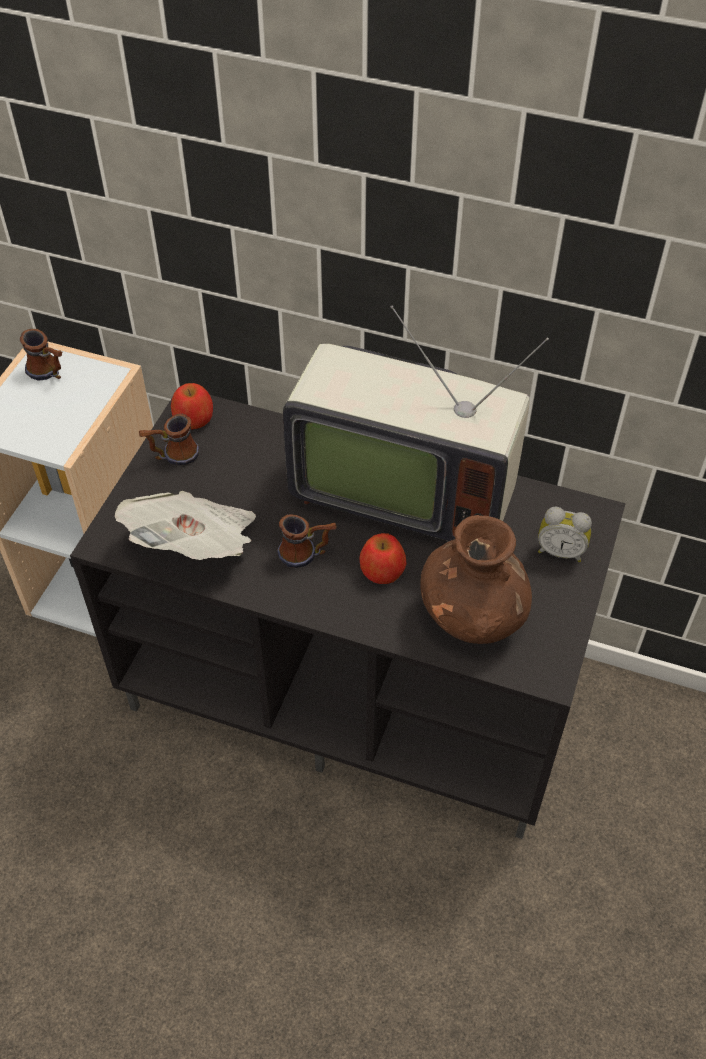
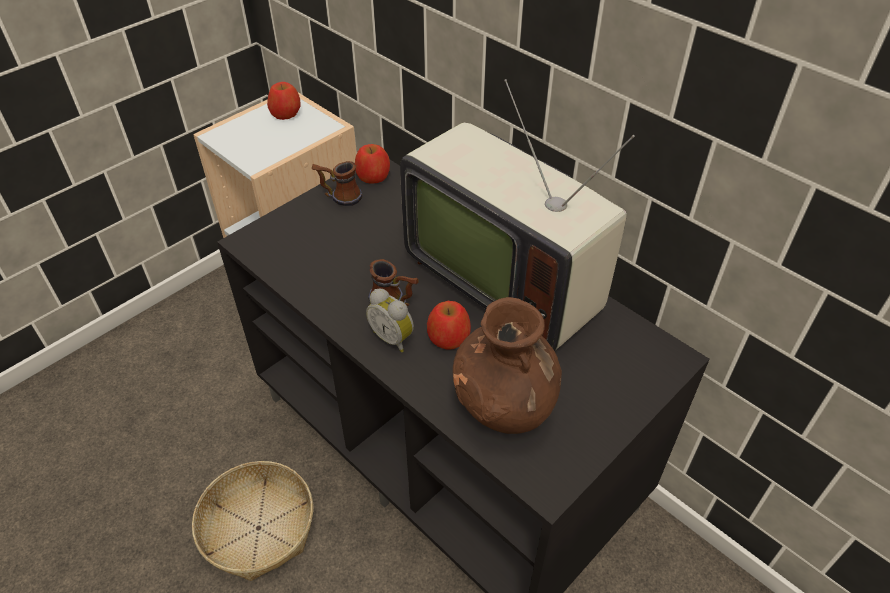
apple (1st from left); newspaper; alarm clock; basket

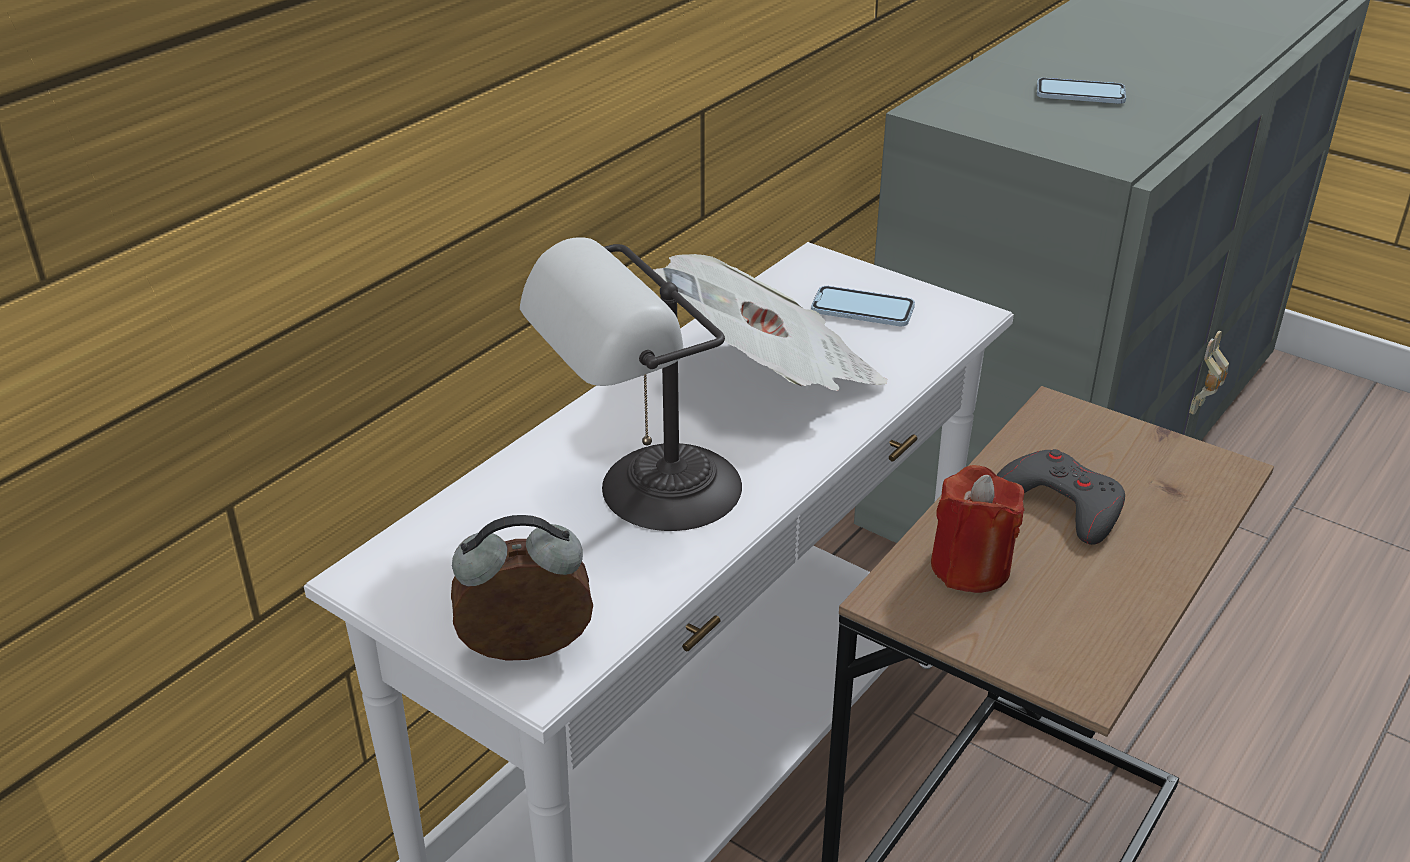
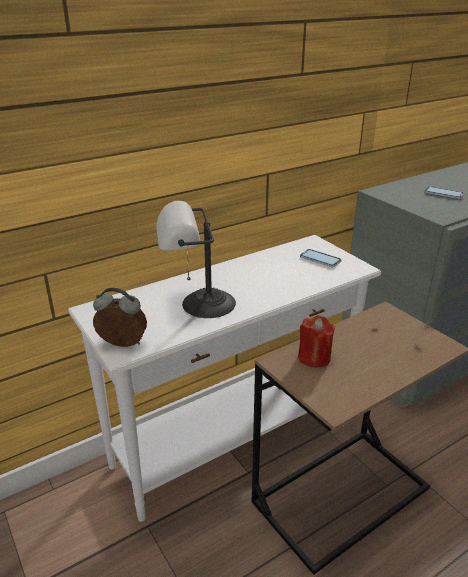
newspaper; grey game controller

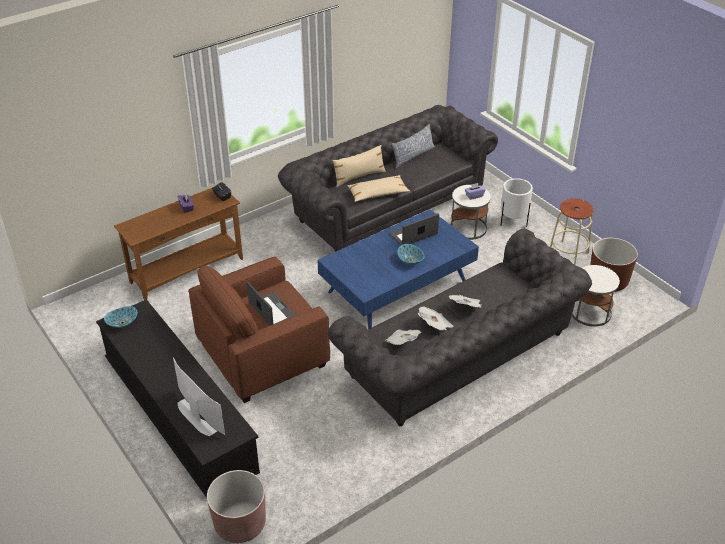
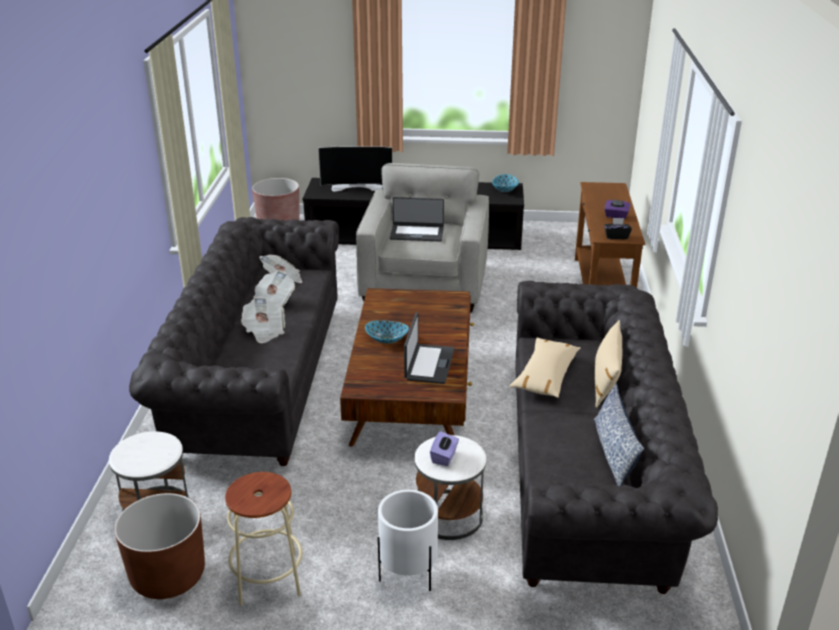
brown coffee table; grey armchair

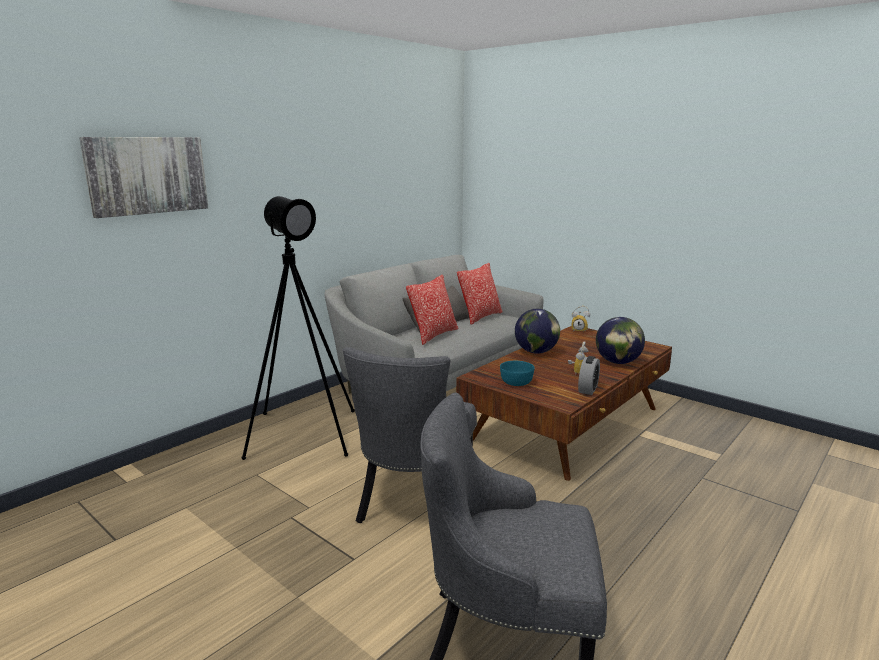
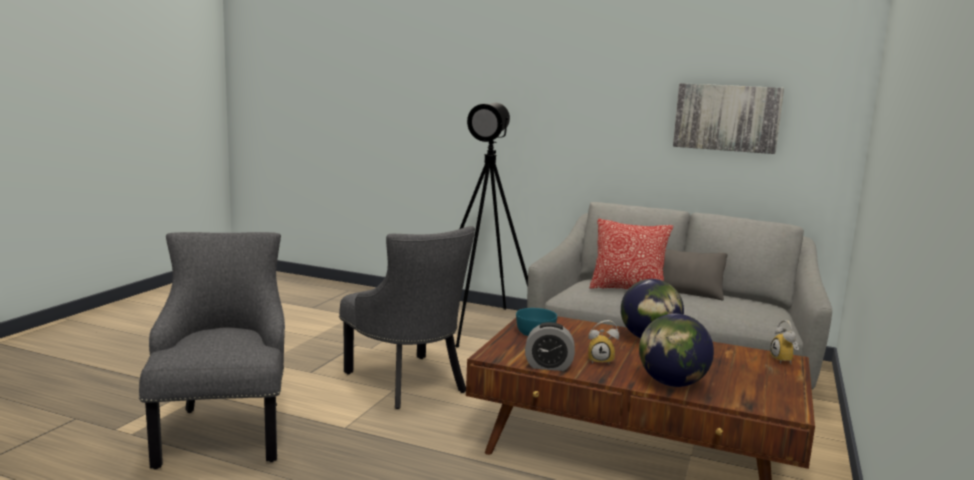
picture; pillow (2nd from left in the first image); grey armchair (2nd from left)

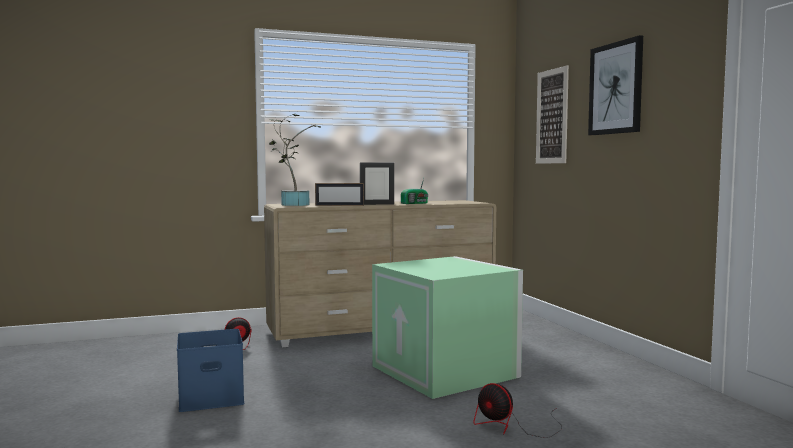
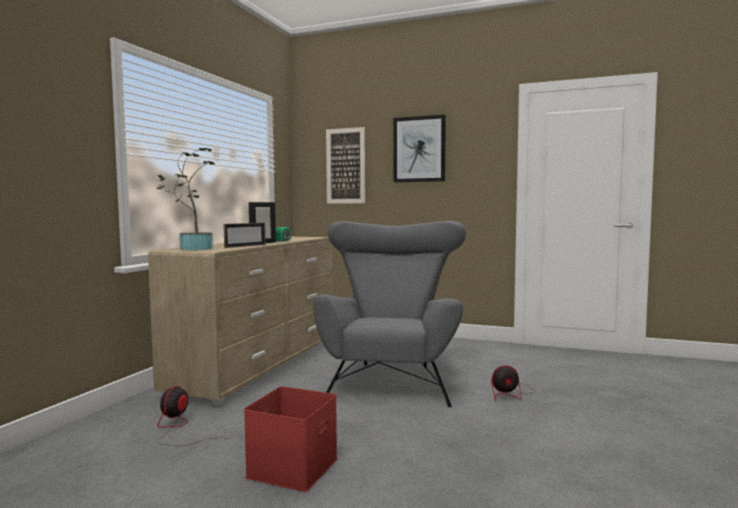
grey armchair; red storage box

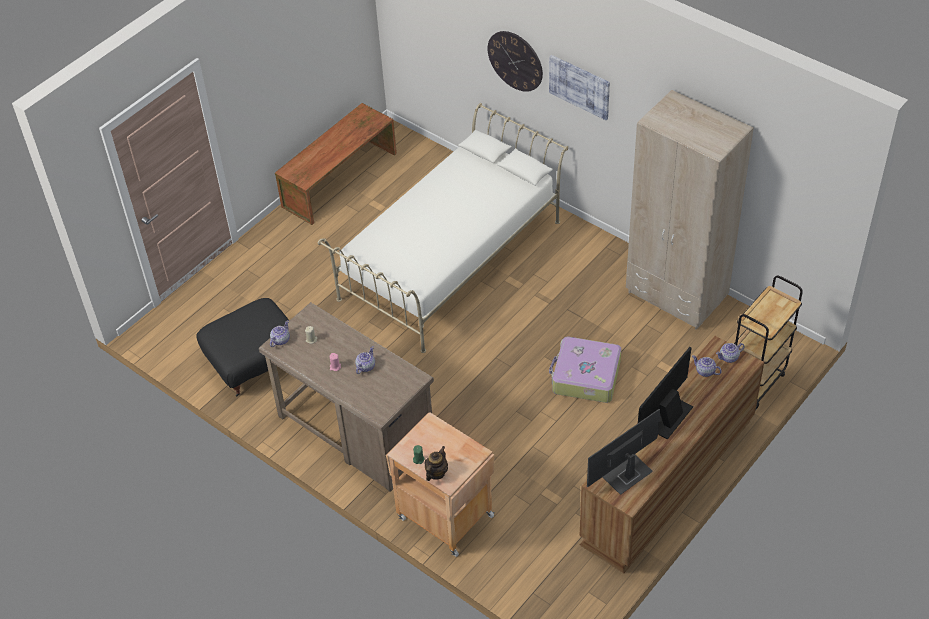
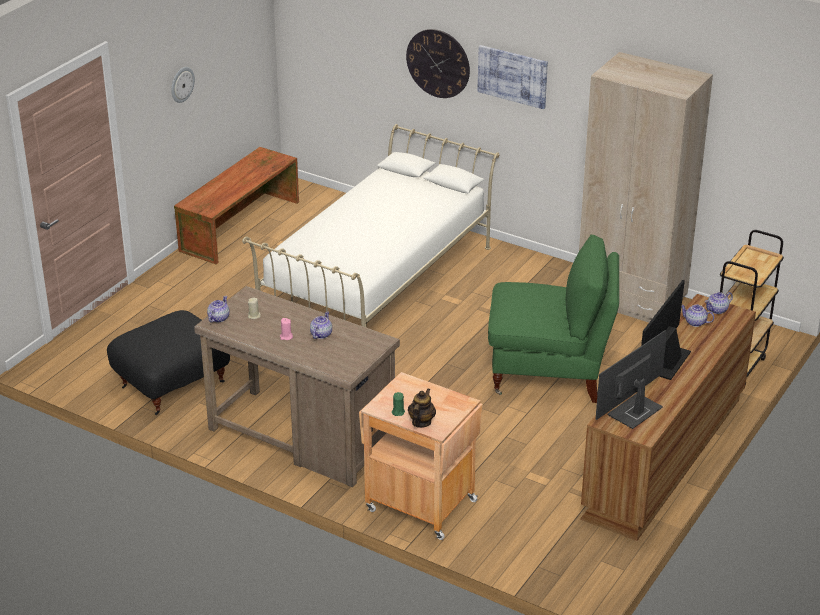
green armchair; wall clock (1st from left)

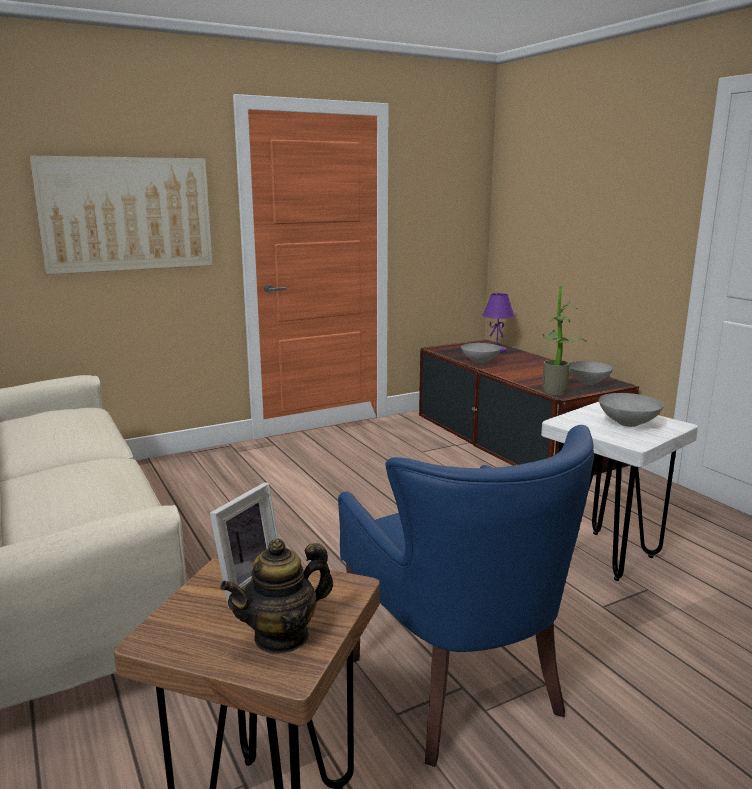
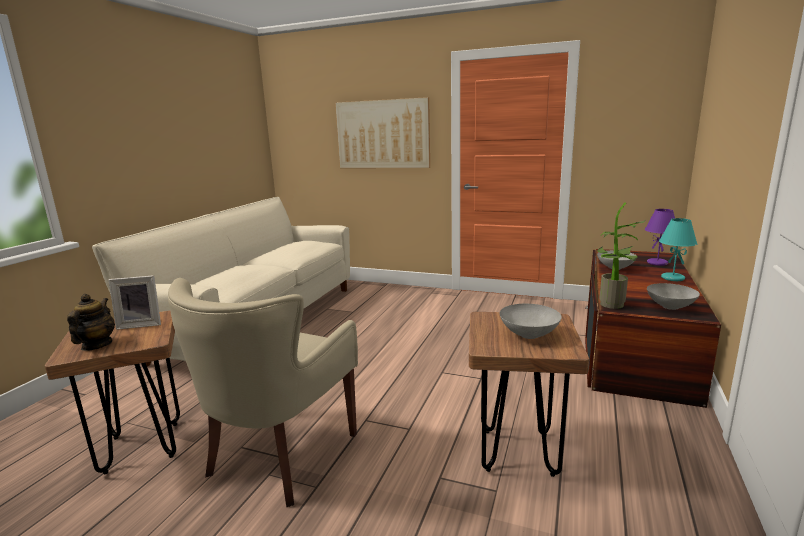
brown stool (2nd from left); beige armchair; teapot; turquoise table lamp

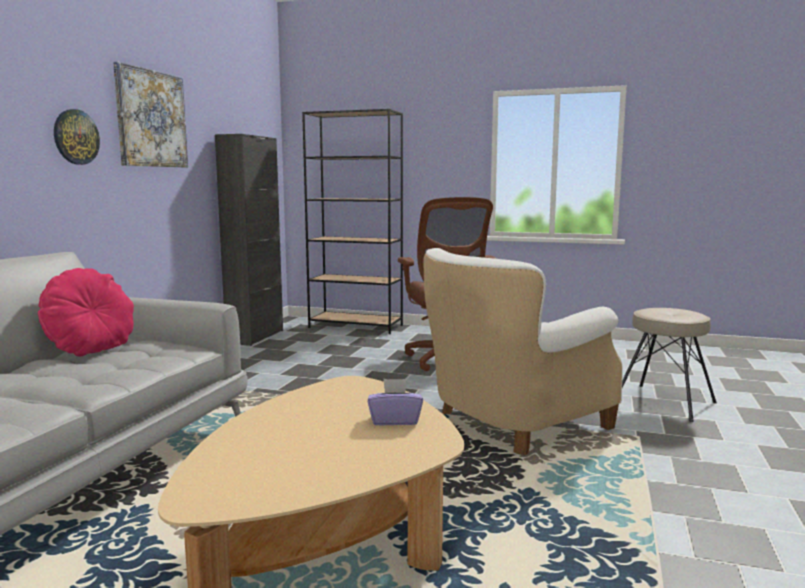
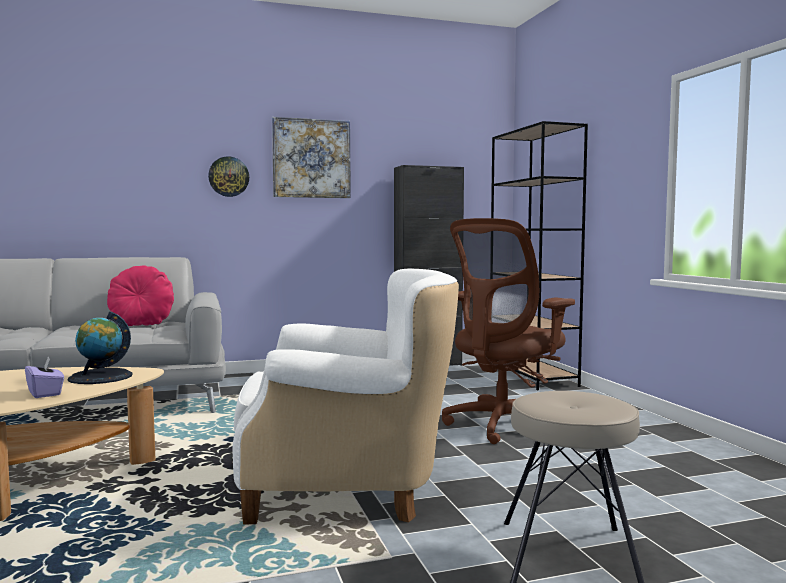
white armchair; globe

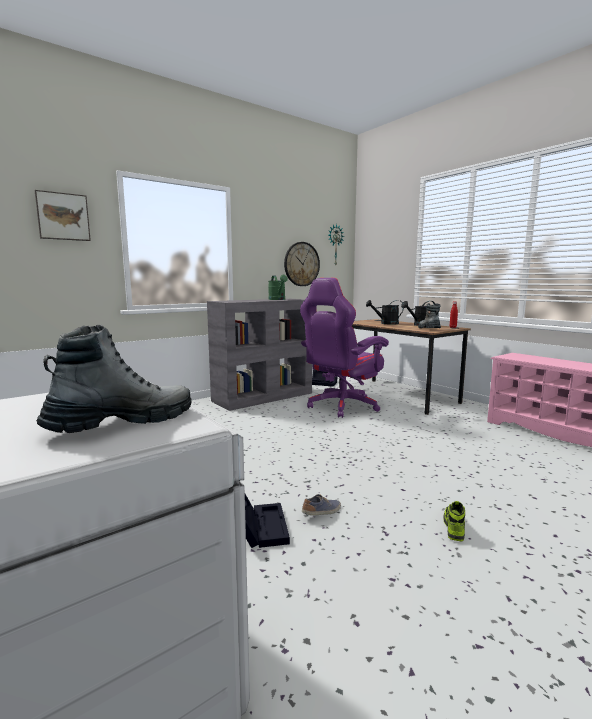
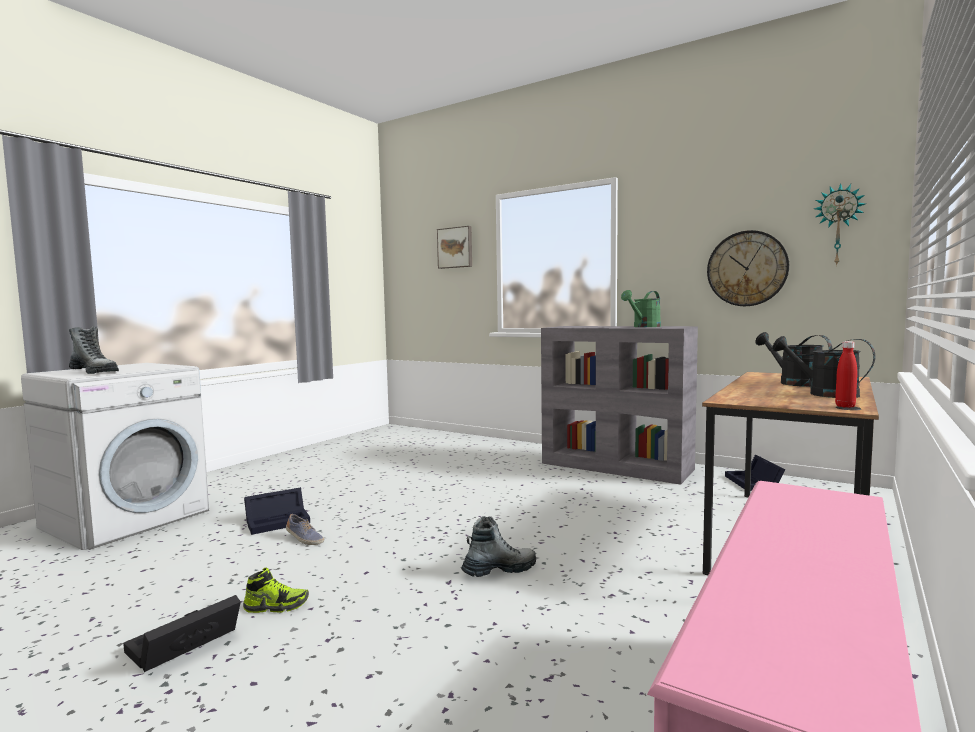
purple office chair; boot (2nd from left); black storage box (1st from left)

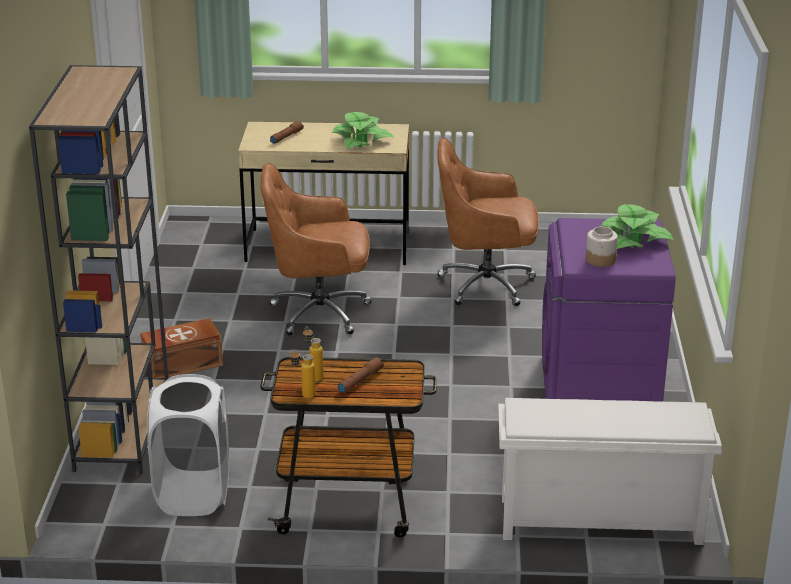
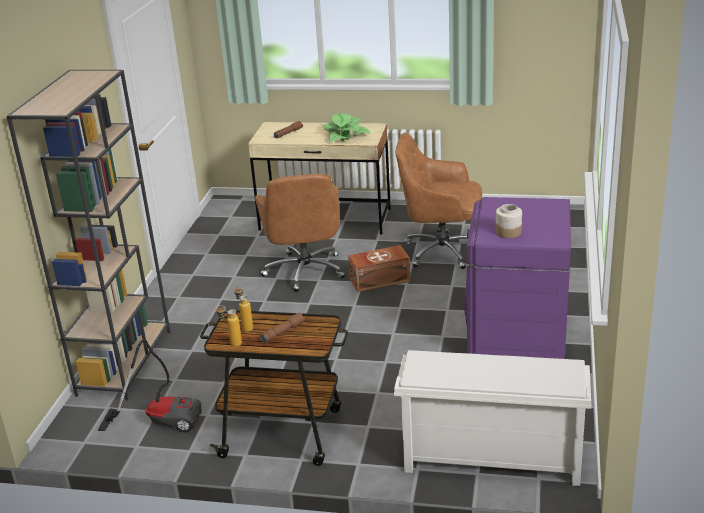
brown office chair (1st from left); potted plant (2nd from left in the first image); brown storage box; vacuum cleaner

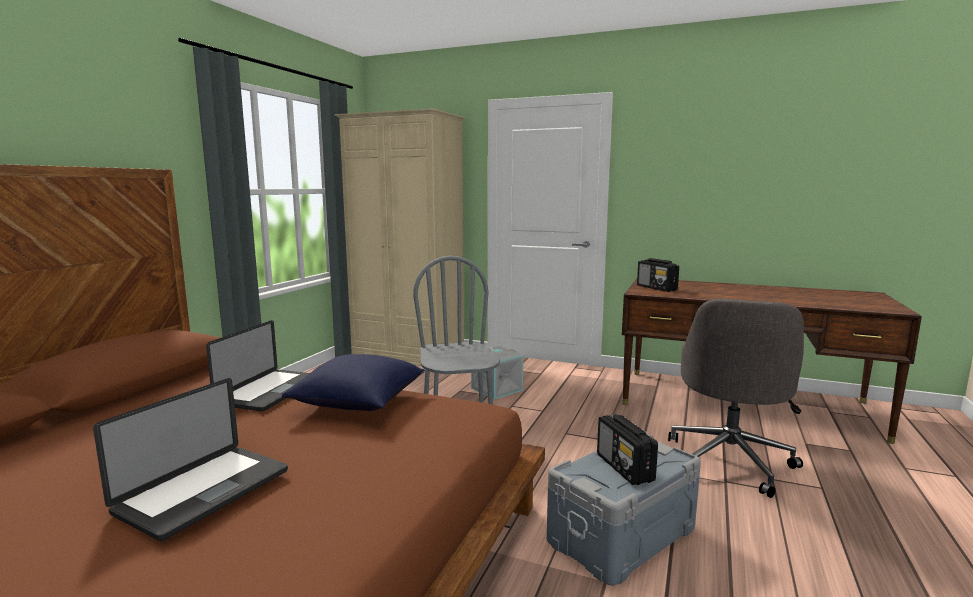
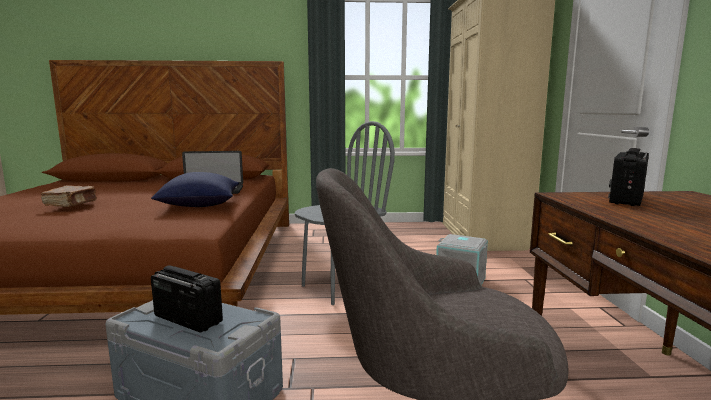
brown book; radio (1st from left)

